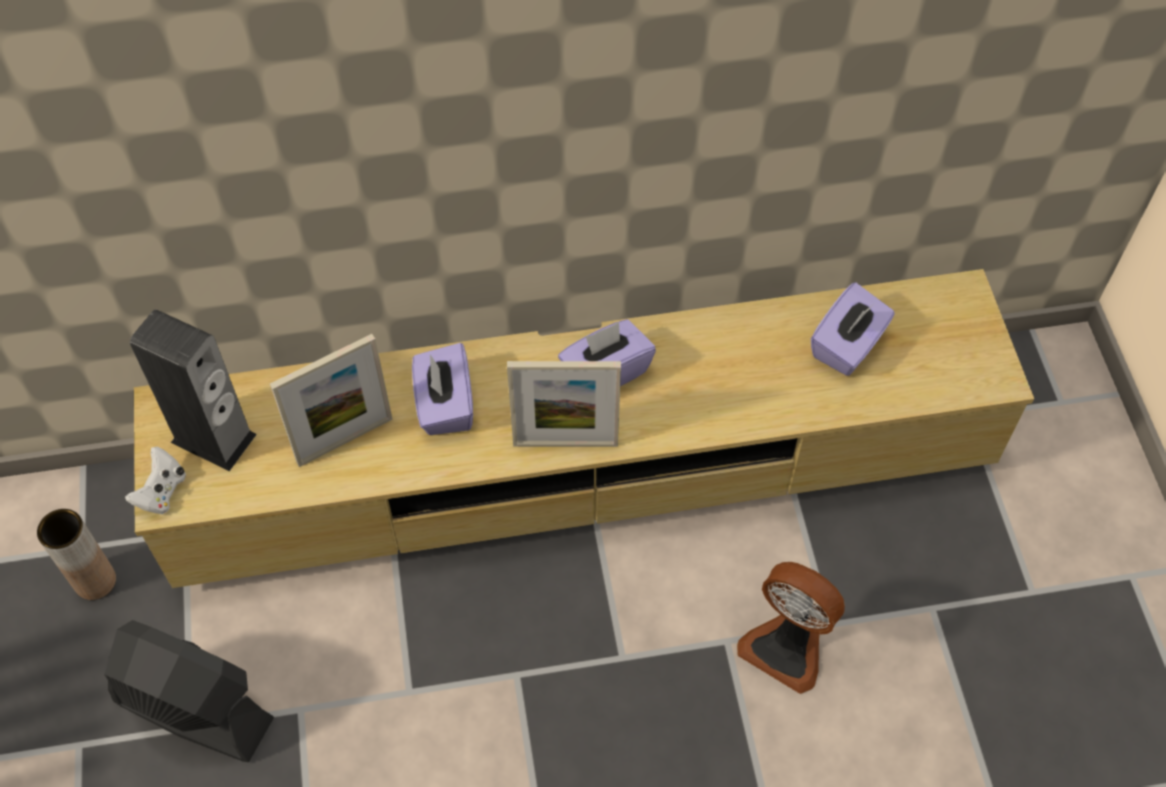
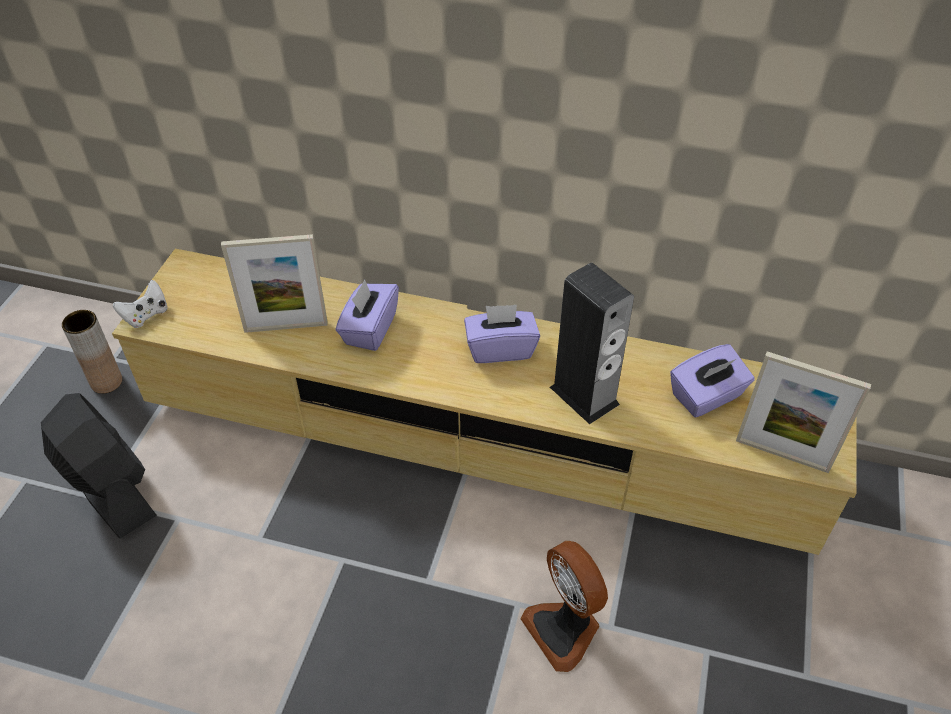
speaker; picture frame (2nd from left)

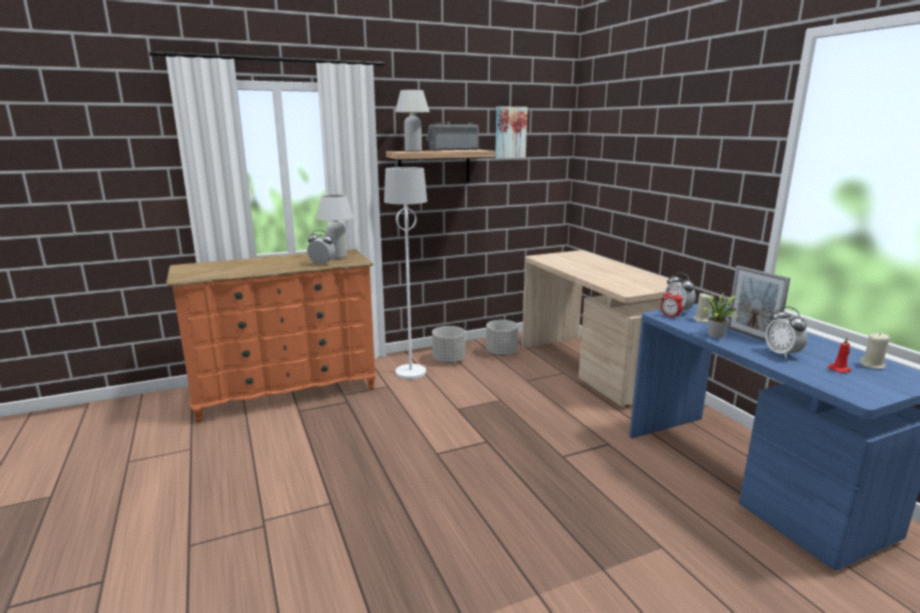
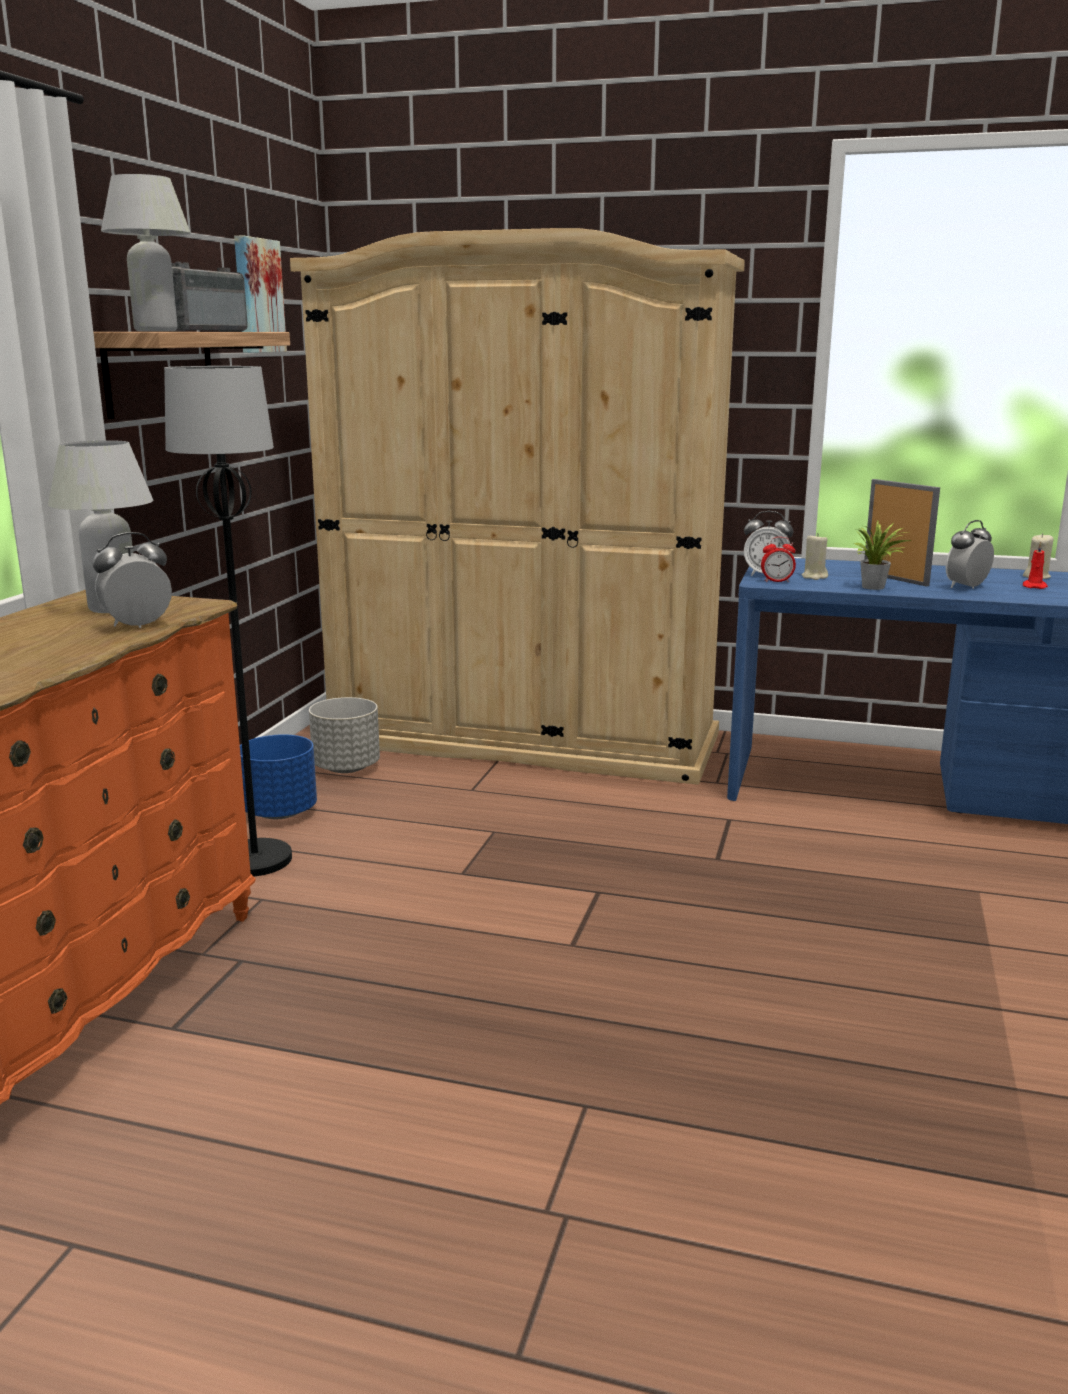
black floor lamp; beige wardrobe; picture frame; alarm clock (4th from left); blue planter

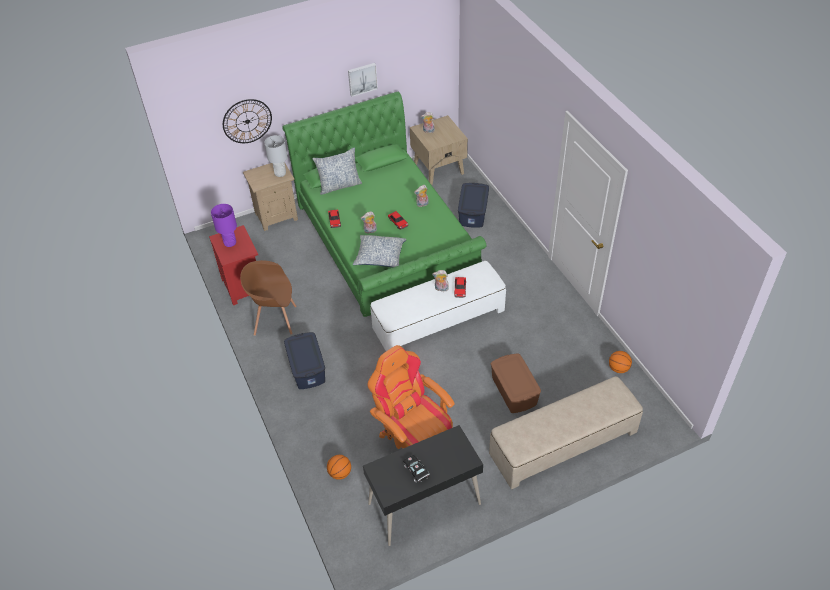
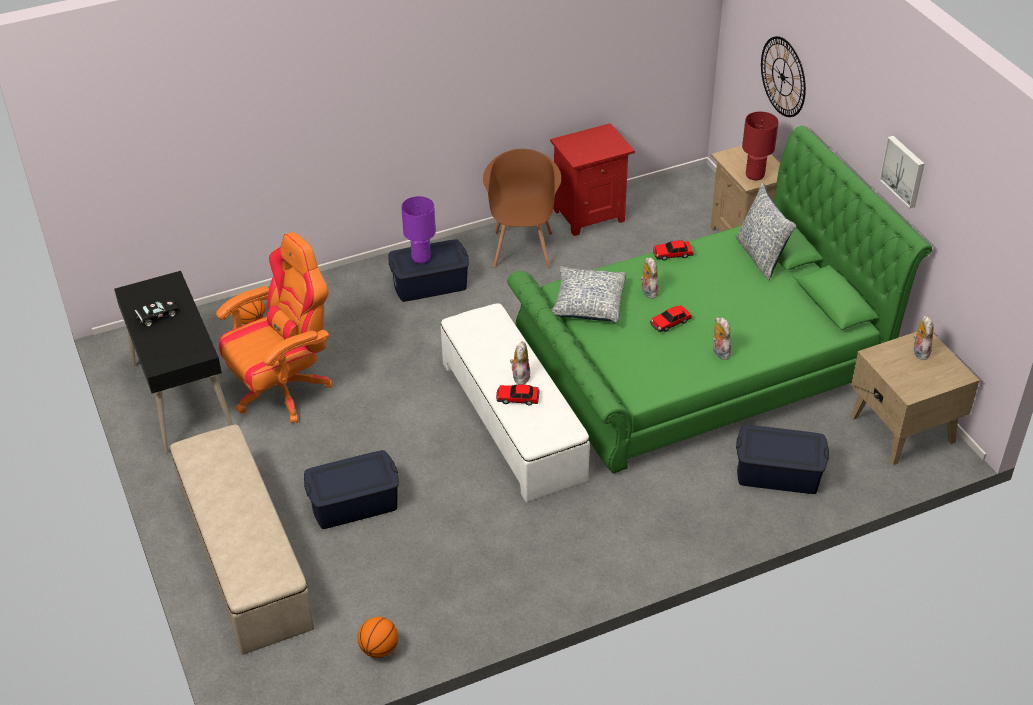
red table lamp; purple table lamp; blue storage box (1st from left)

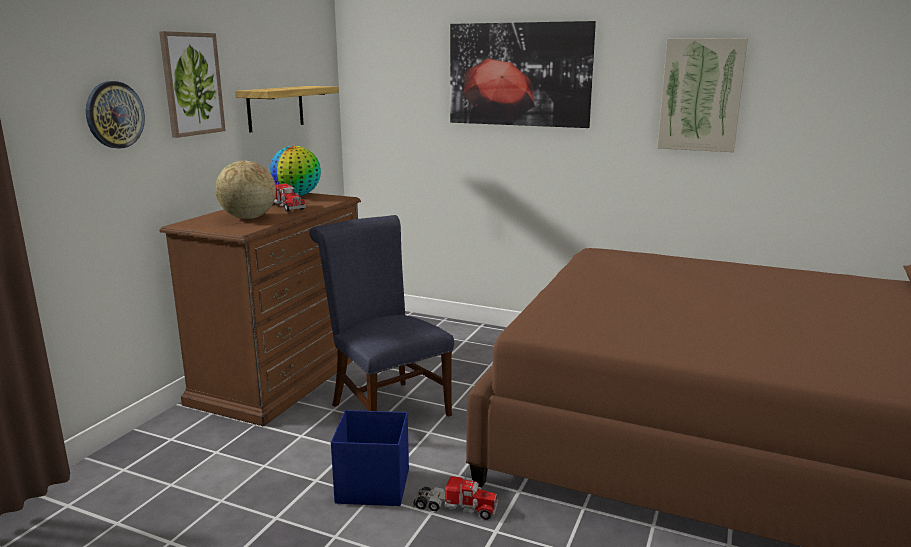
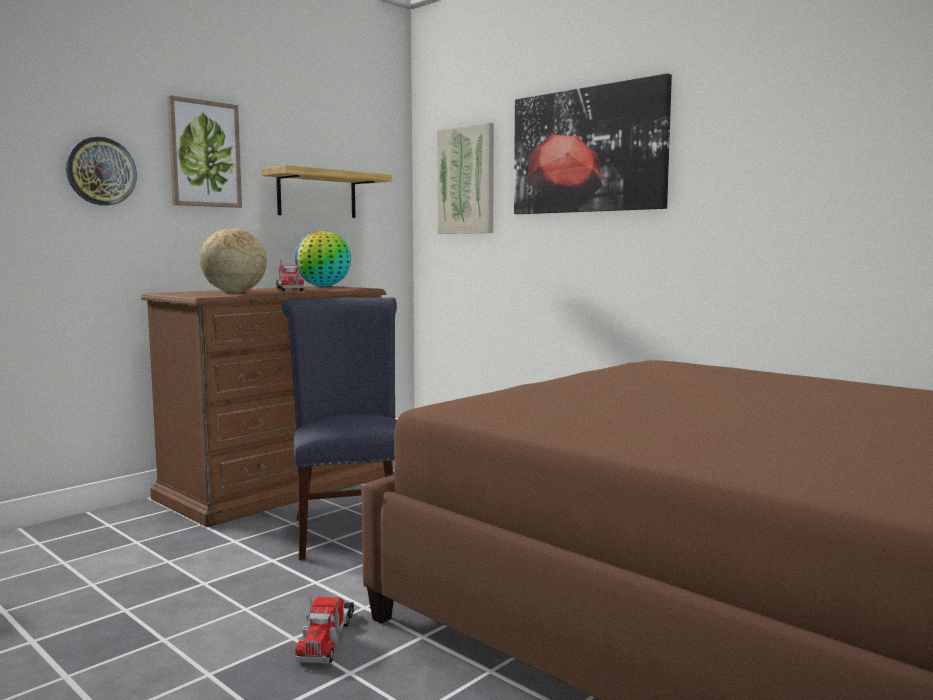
picture (2nd from left); blue storage box; toy truck (2nd from left)

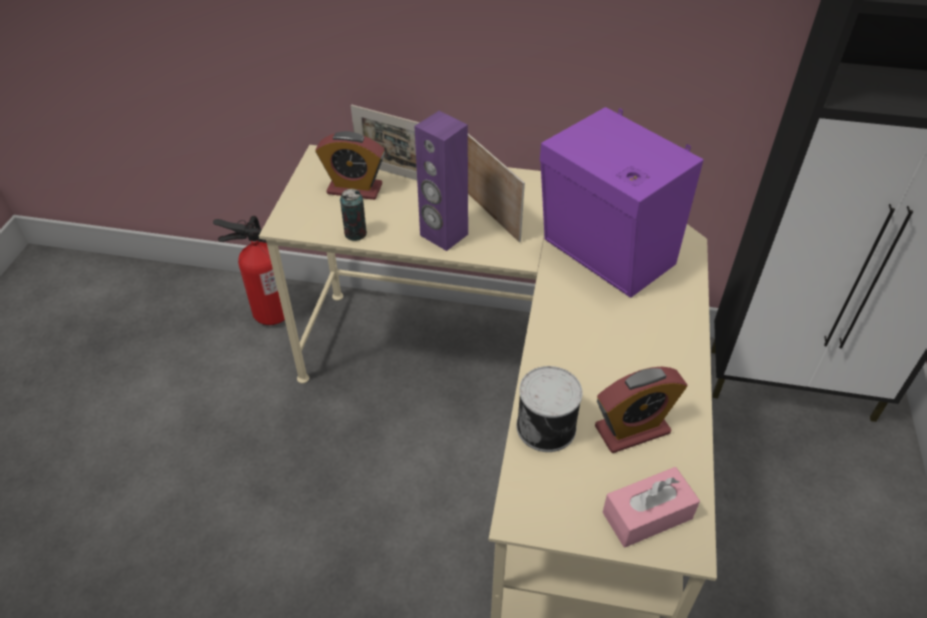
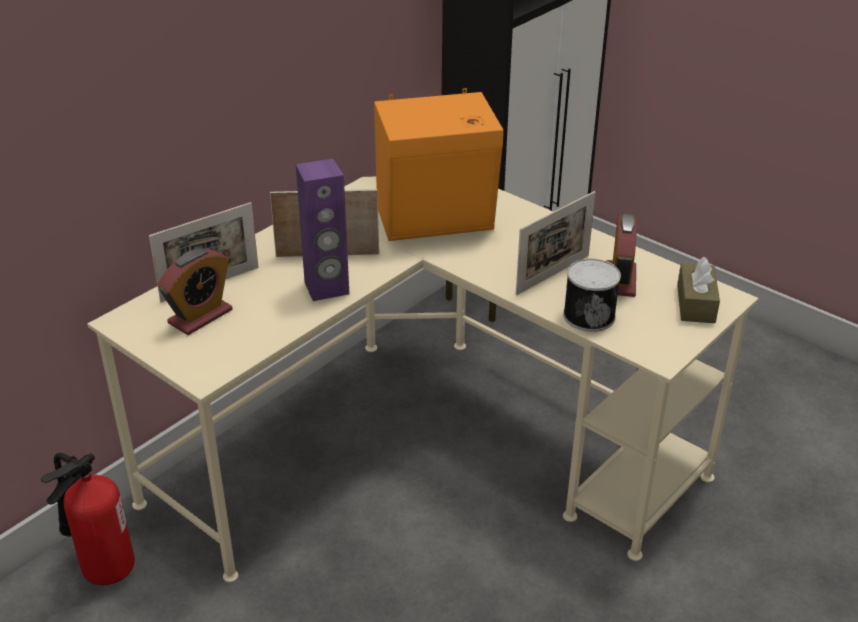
orange speaker; can (1st from left in the first image); brown tissue box; picture frame (3rd from left)

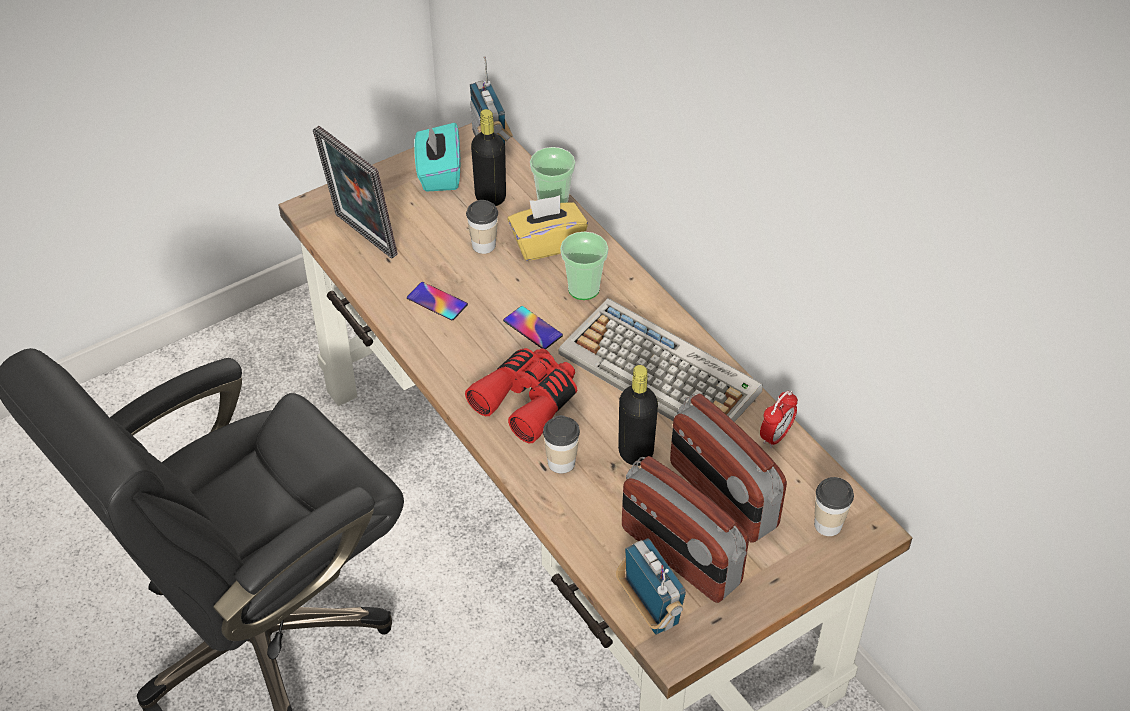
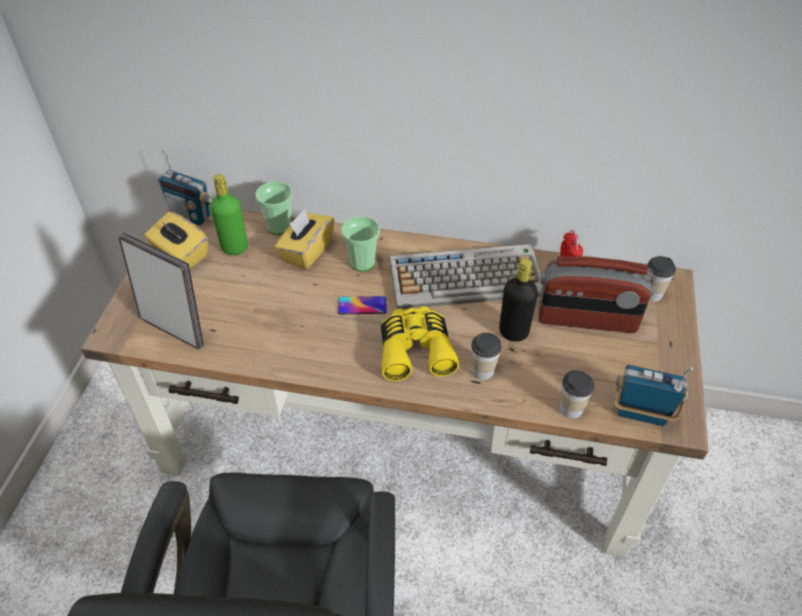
green bottle; yellow tissue box (1st from left); picture frame; cup (4th from left); phone (1st from left in the first image); yellow binoculars; radio (3rd from left in the first image)

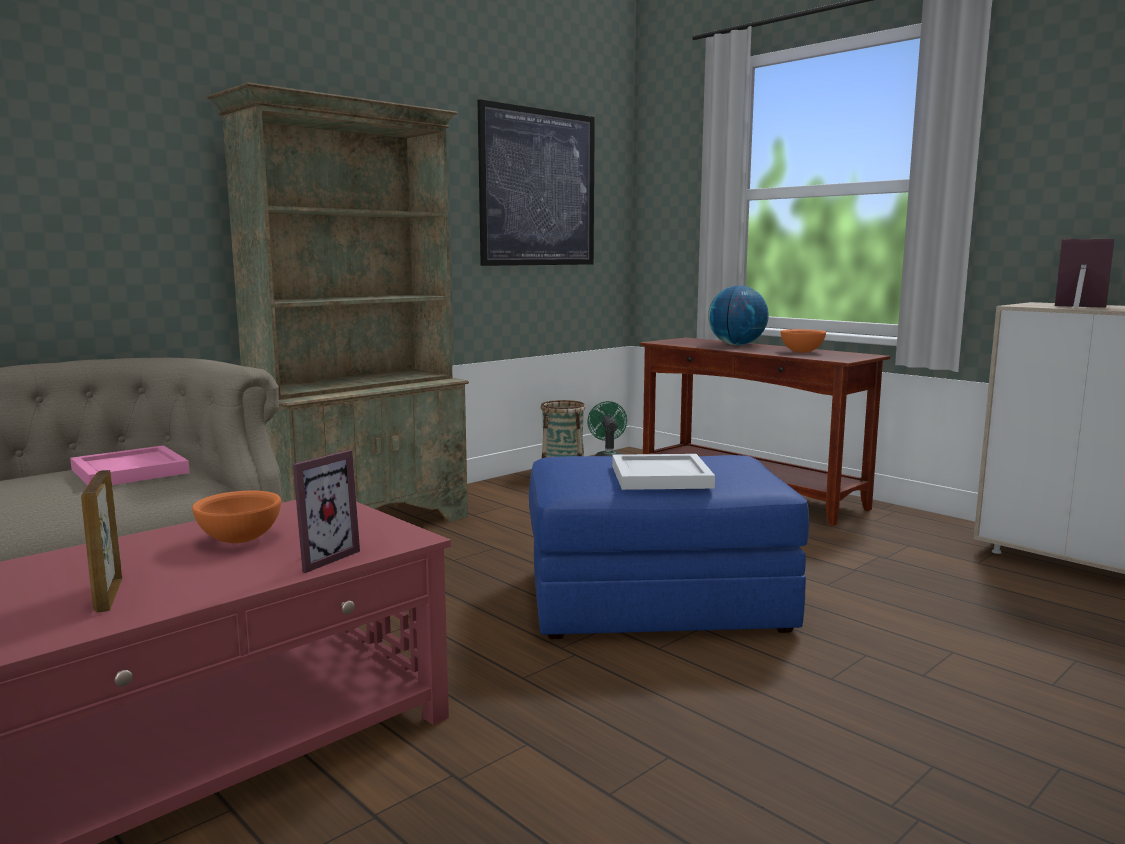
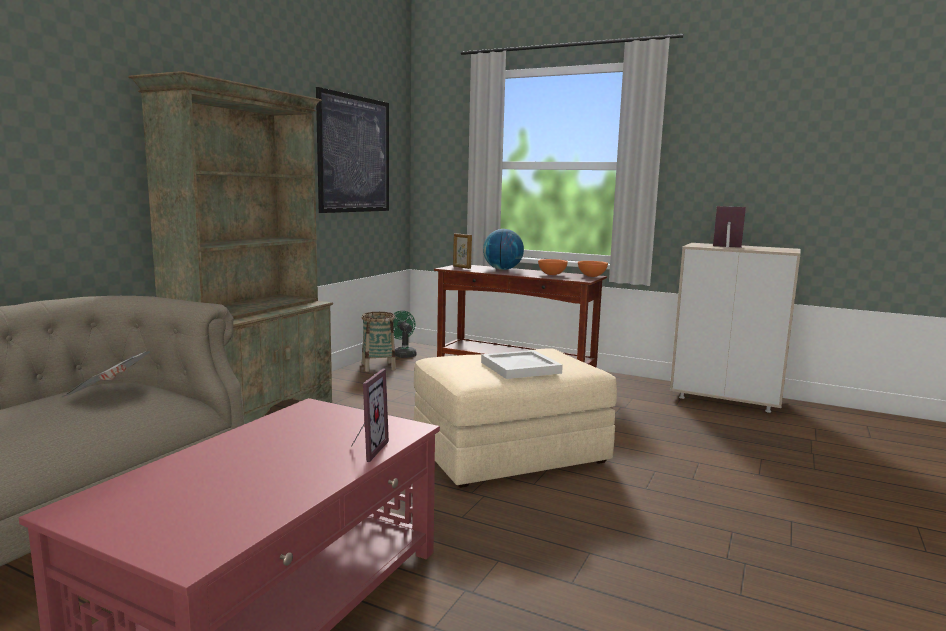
newspaper; beige ottoman; picture frame (2nd from left); orange bowl (2nd from left)

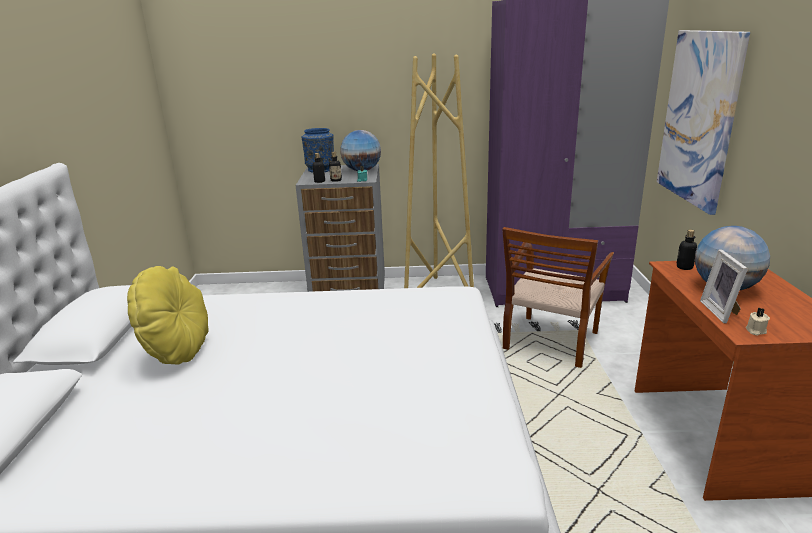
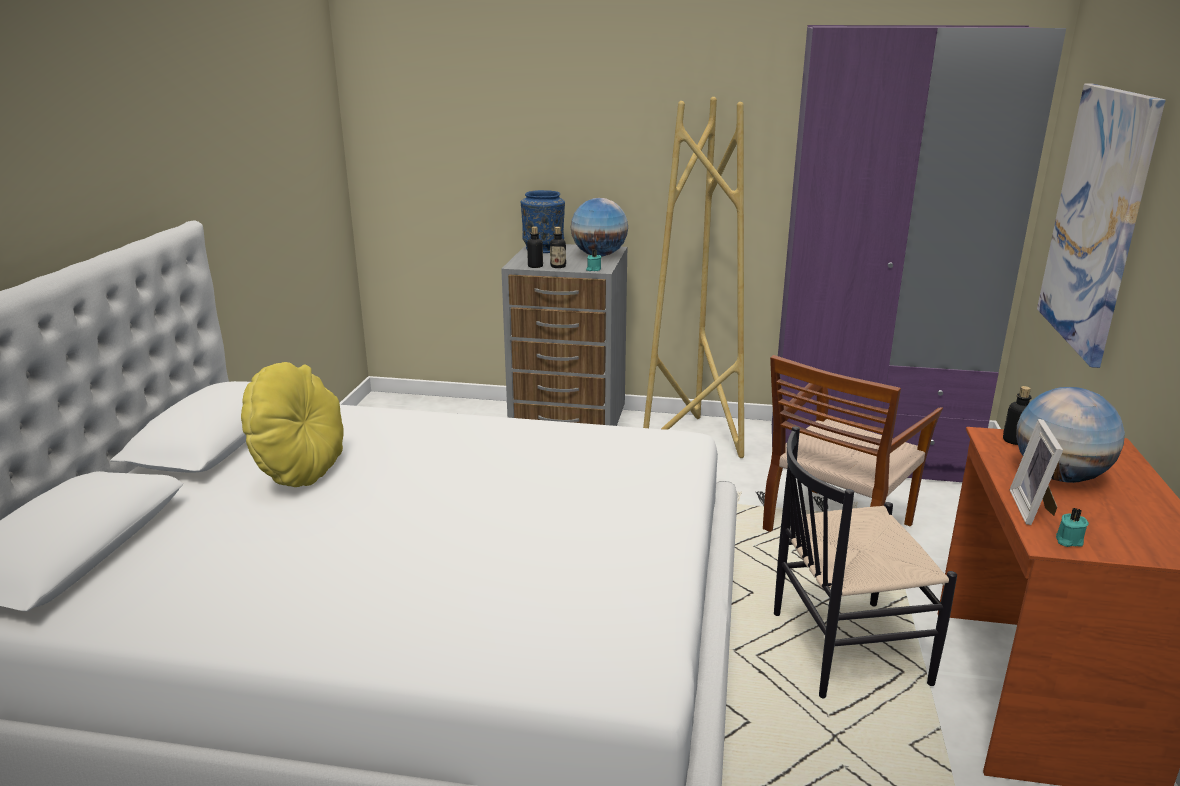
turquoise candle (2nd from left); black chair

